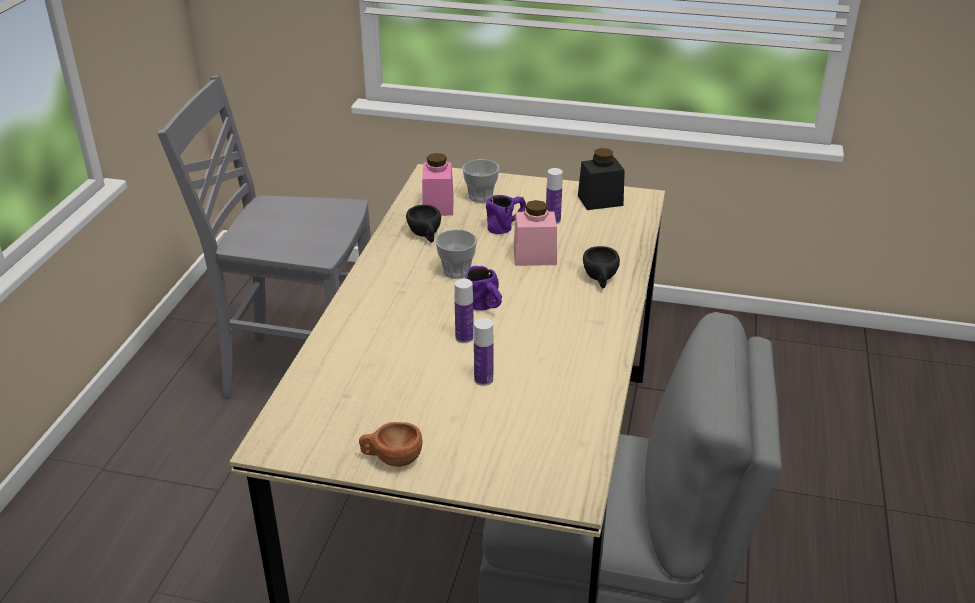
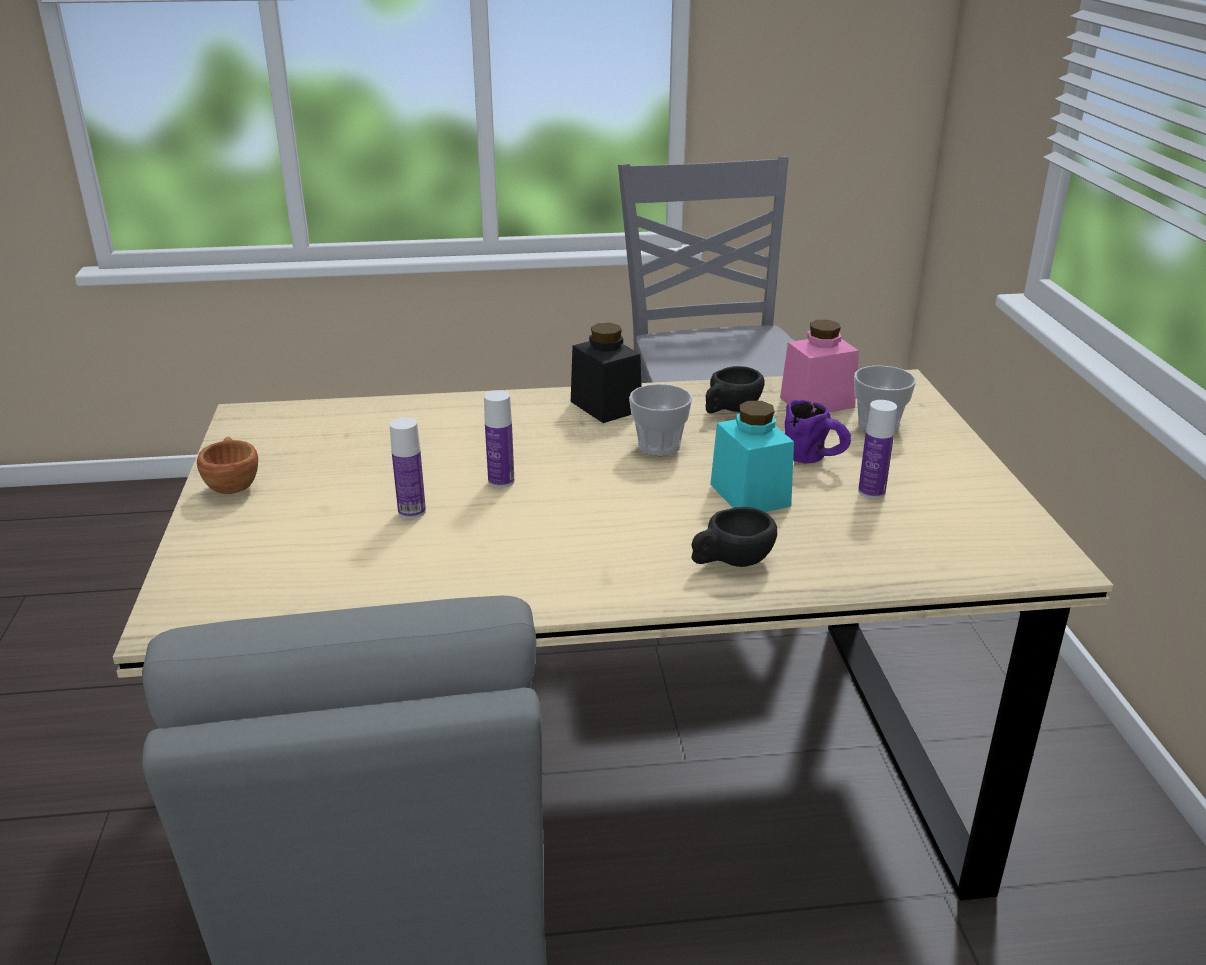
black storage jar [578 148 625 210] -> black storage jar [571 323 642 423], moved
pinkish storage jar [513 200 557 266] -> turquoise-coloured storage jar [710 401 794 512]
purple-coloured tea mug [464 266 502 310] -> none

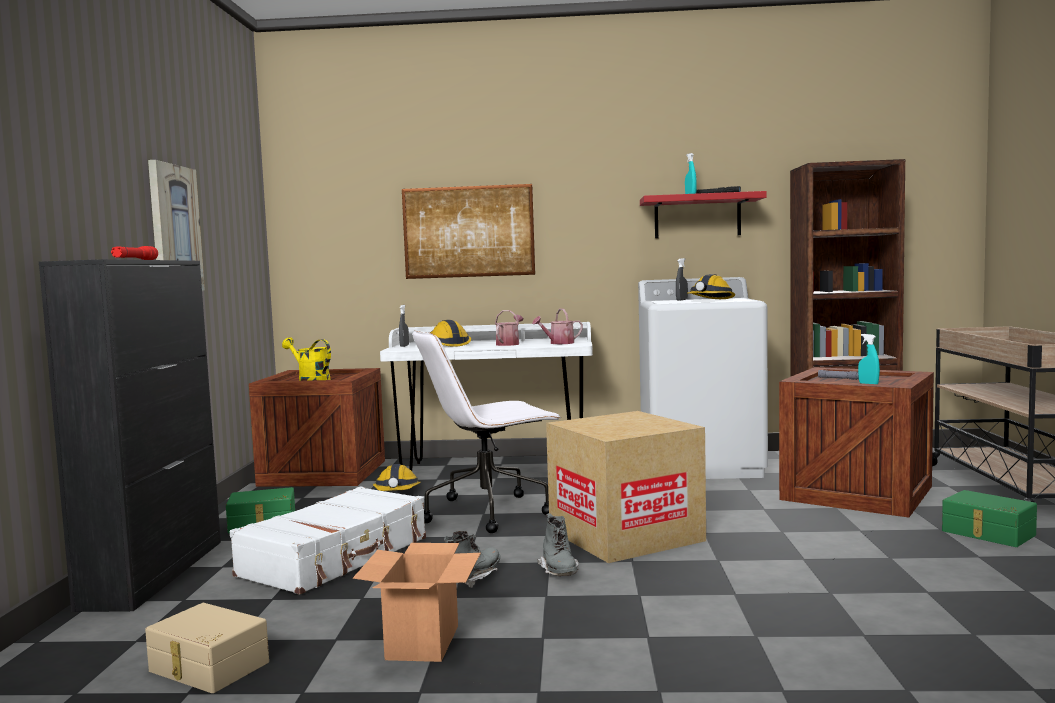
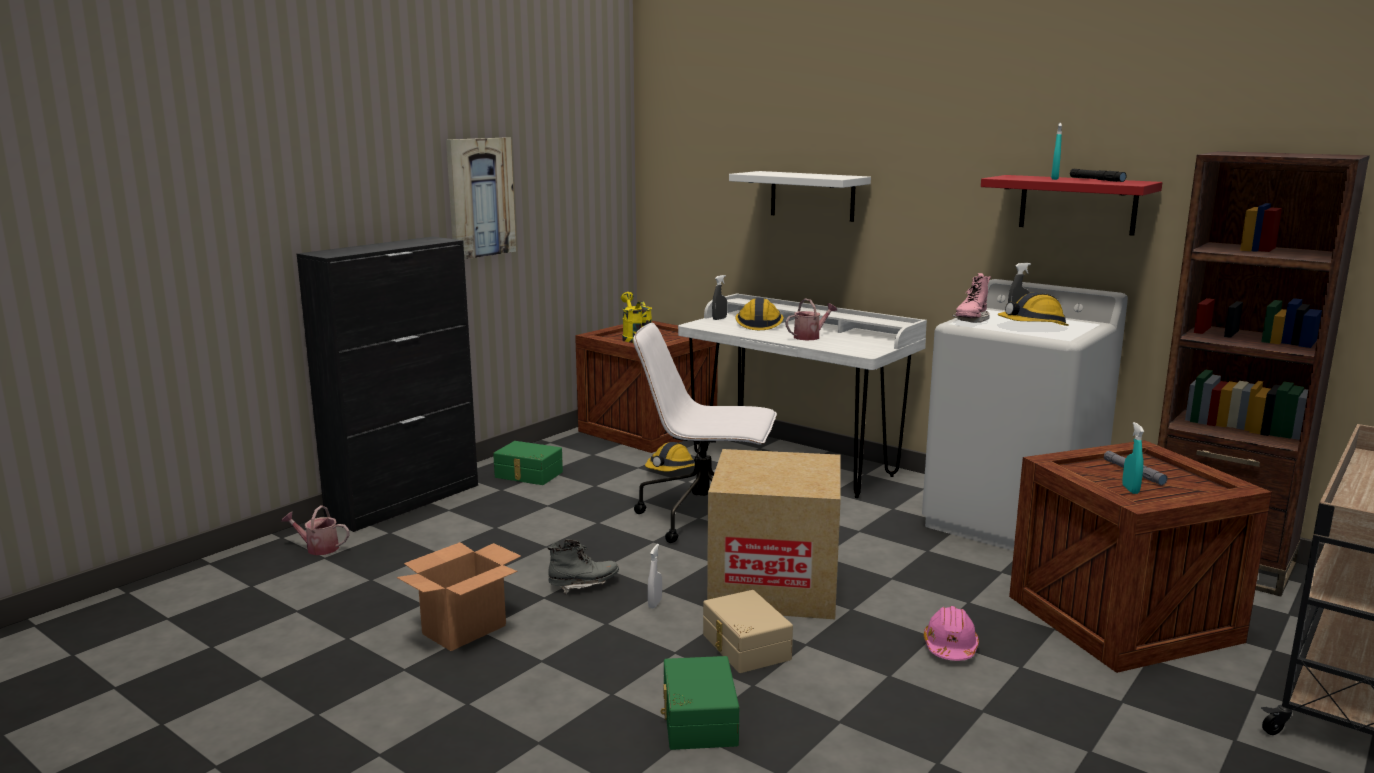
picture [402 184 535 279] -> whitish bracket shelf [729 171 871 222]
red flashlight [111 246 158 260] -> none
watering pot [532 308 583 344] -> watering pot [281 505 349 555], moved
whitish suitcase [230 486 426 595] -> none
greenish storage container [942 490 1037 547] -> greenish storage container [660 656 739 750], moved
grey tall boot [537 513 579 576] -> whitish hand sprayer [648 544 662 608]
sand-coloured storage container [145 603 269 693] -> sand-coloured storage container [703 590 793 673], moved
none -> pinkish tall boot [953 273 991 323]
none -> pinkish work helmet [924 606 979 661]

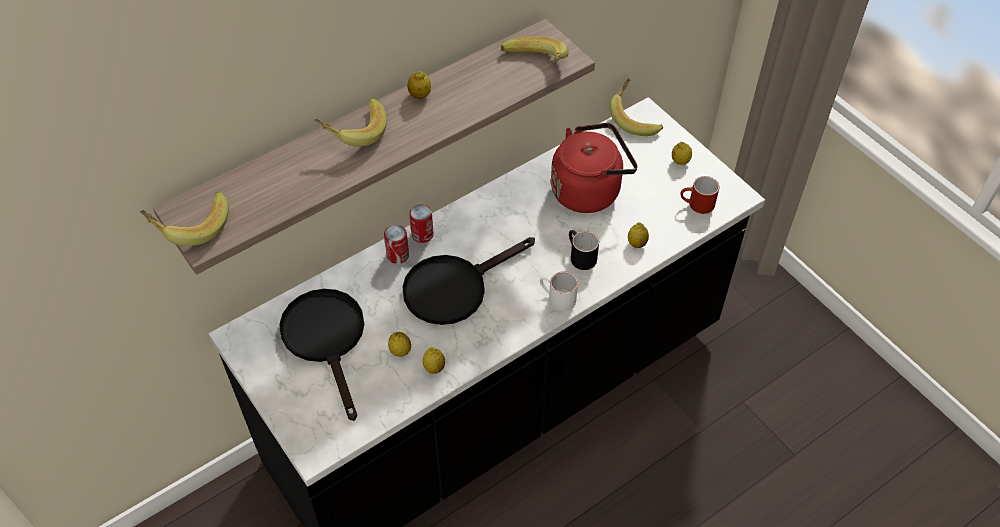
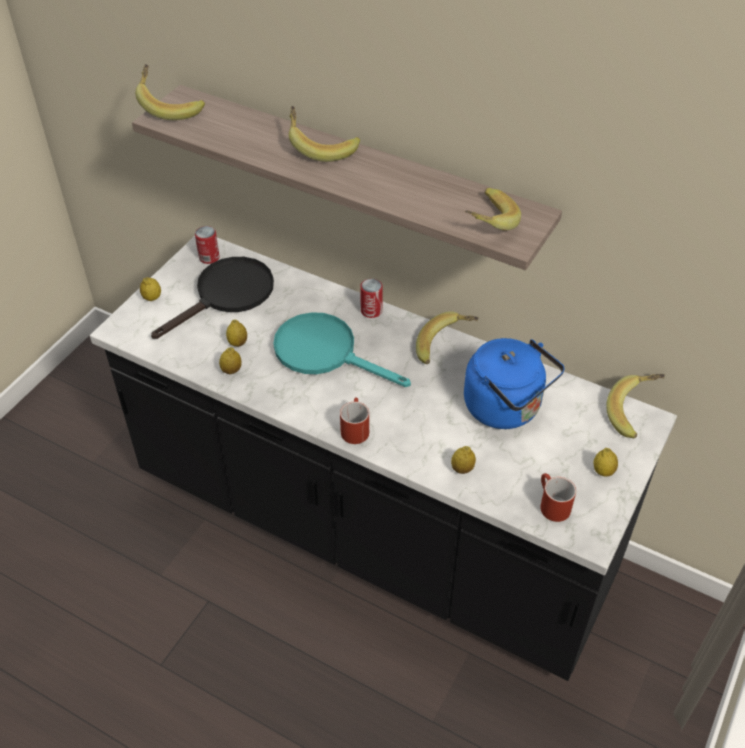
lemon [407 71 431 99] -> lemon [140 277 161 301], moved
red kettle [551 123 638 213] -> blue kettle [464 338 565 429]
can [384 225 409 264] -> can [195 226 220 264], moved
black tea mug [569 230 599 270] -> none
black skillet [402 237 535 325] -> turquoise-coloured skillet [273 312 411 387]
whitish tea mug [540 272 578 311] -> red tea mug [340 397 369 444]
none -> banana fruit [416 311 479 364]

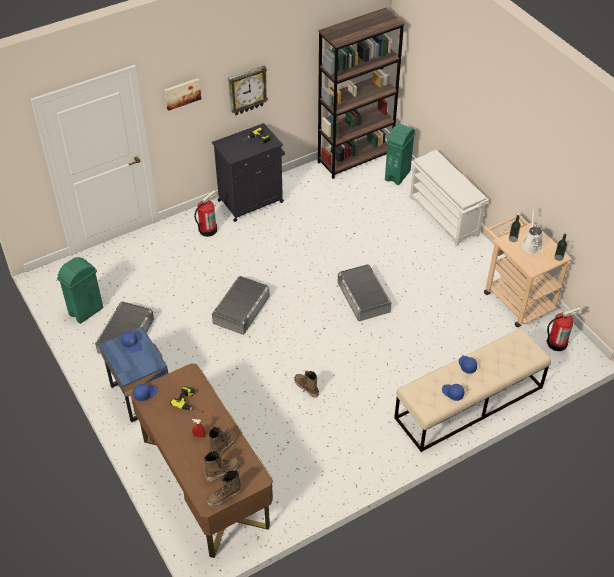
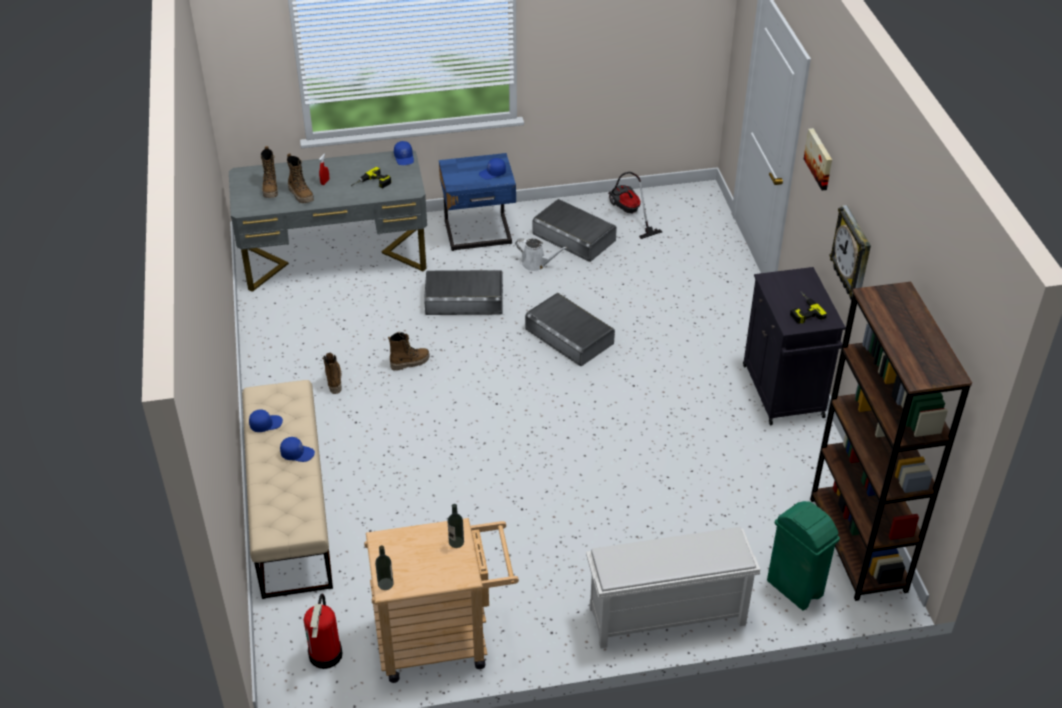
extinguisher [194 190 218 237] -> none
whitish watering pot [522 207 542 254] -> whitish watering pot [515 238 568 272], moved
greenish waste bin [57 257 103 324] -> vacuum cleaner [608 172 662 239]
grey storage container [338 264 391 321] -> grey storage container [424 270 503 315], moved
brownish desk [130 363 273 558] -> grey desk [229 150 427 292]
tall boot [207 469 241 507] -> tall boot [322 353 342 394], moved

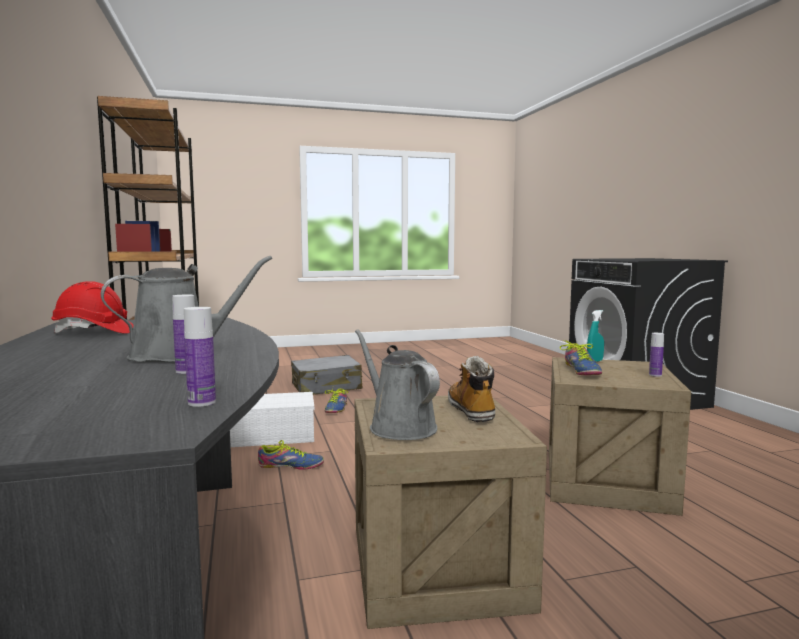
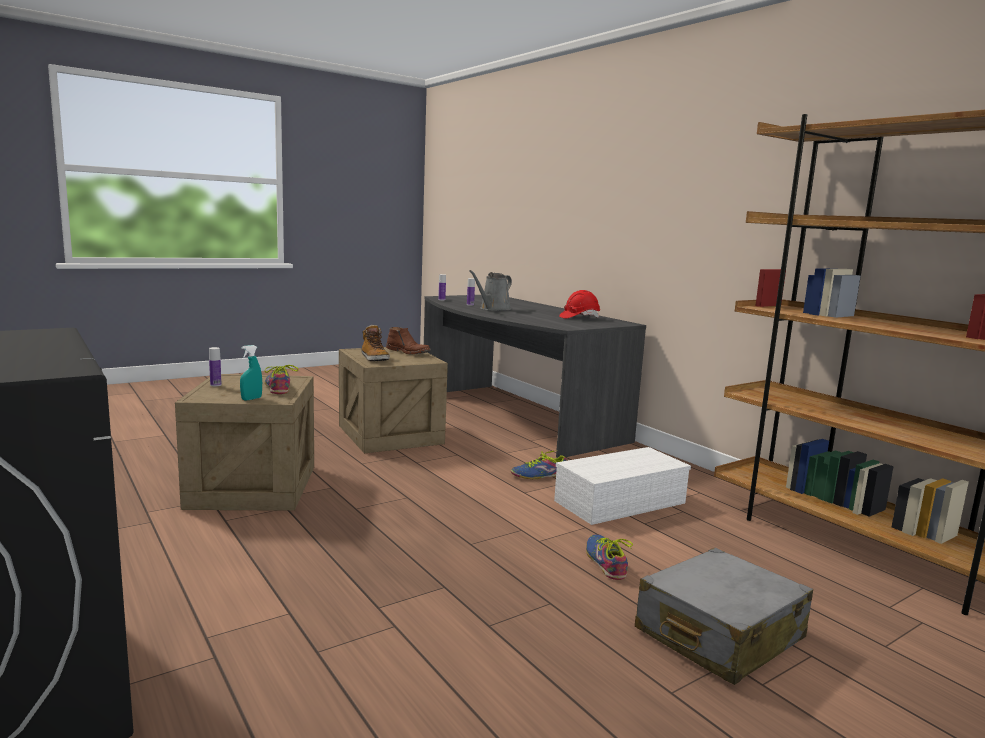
grey watering pot [355 329 440 440] -> brownish tall boot [386 327 431 354]

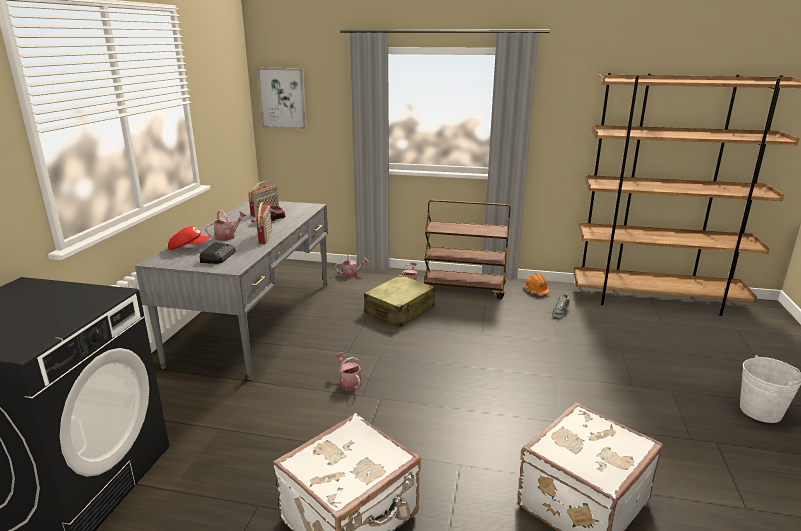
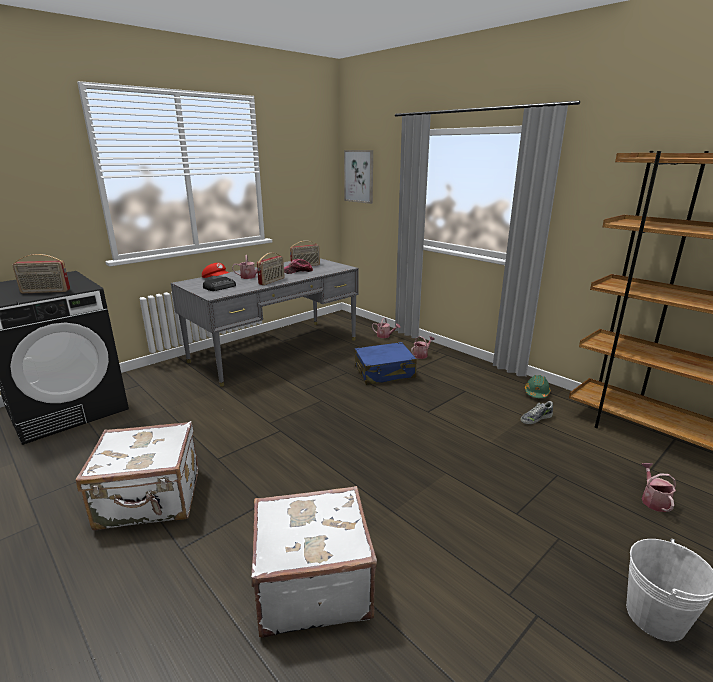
brownish trolley [424 200 510 300] -> none
orangey work helmet [525 274 550 295] -> greenish work helmet [525 375 551 398]
sand-coloured suitcase [364 275 435 327] -> blue suitcase [355 342 417 385]
watering pot [335 352 361 391] -> watering pot [641 463 676 512], moved
none -> radio receiver [12 254 70 293]

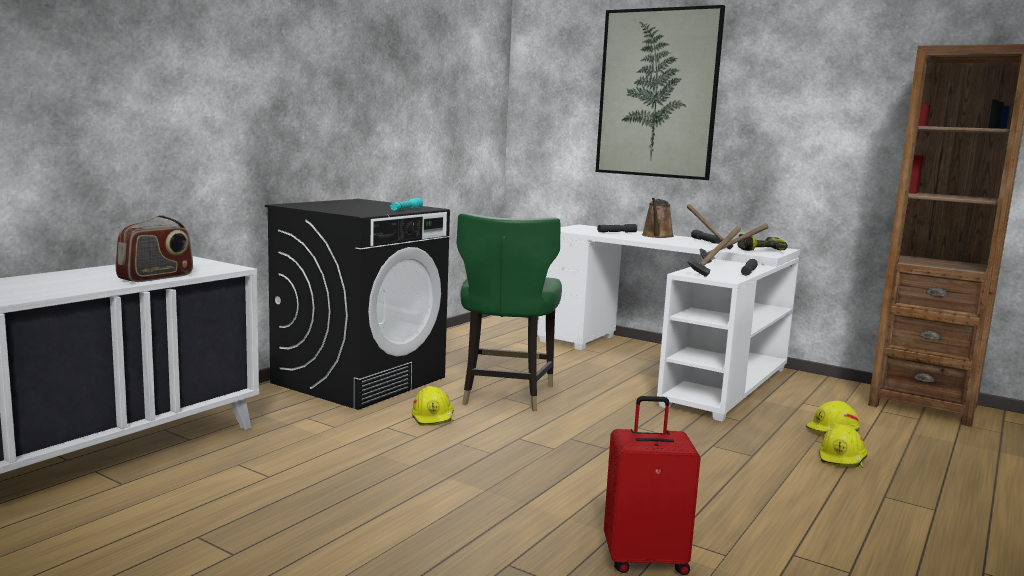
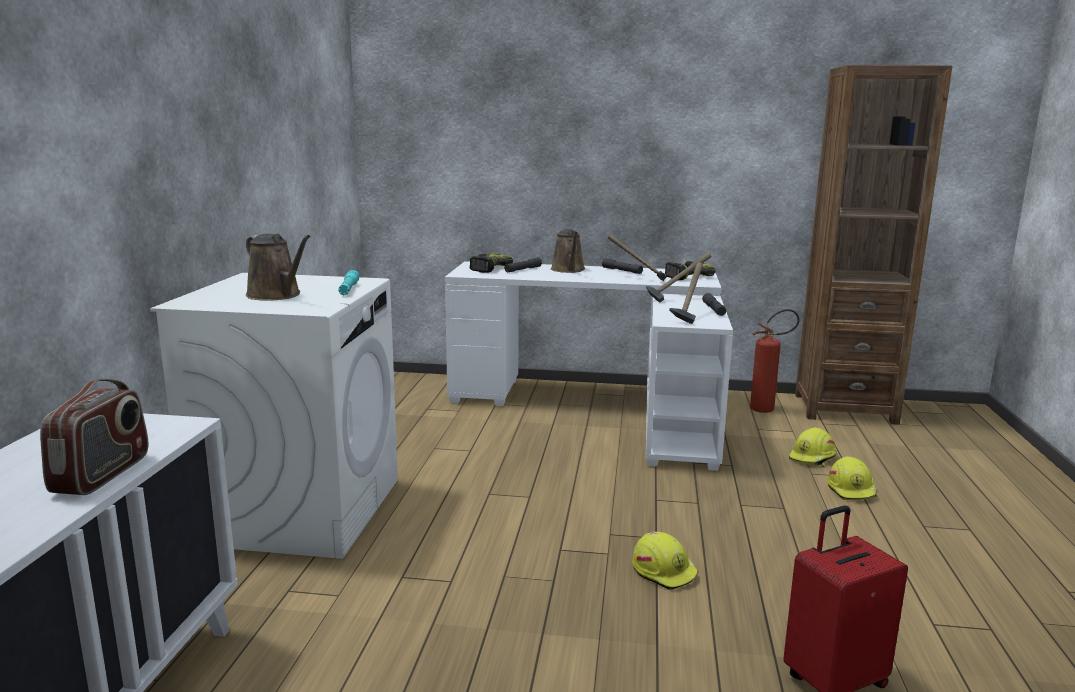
picture [596 5 725 180] -> none
black washing machine [265 199 450 410] -> whitish washing machine [150 273 398 559]
greenish plain chair [456 213 562 411] -> none
yellowish work helmet [412 386 454 426] -> yellowish work helmet [632 532 698 590], moved
none -> brownish watering pot [246 234 311 301]
none -> drill [469 253 513 273]
none -> extinguisher [750 309 800 413]

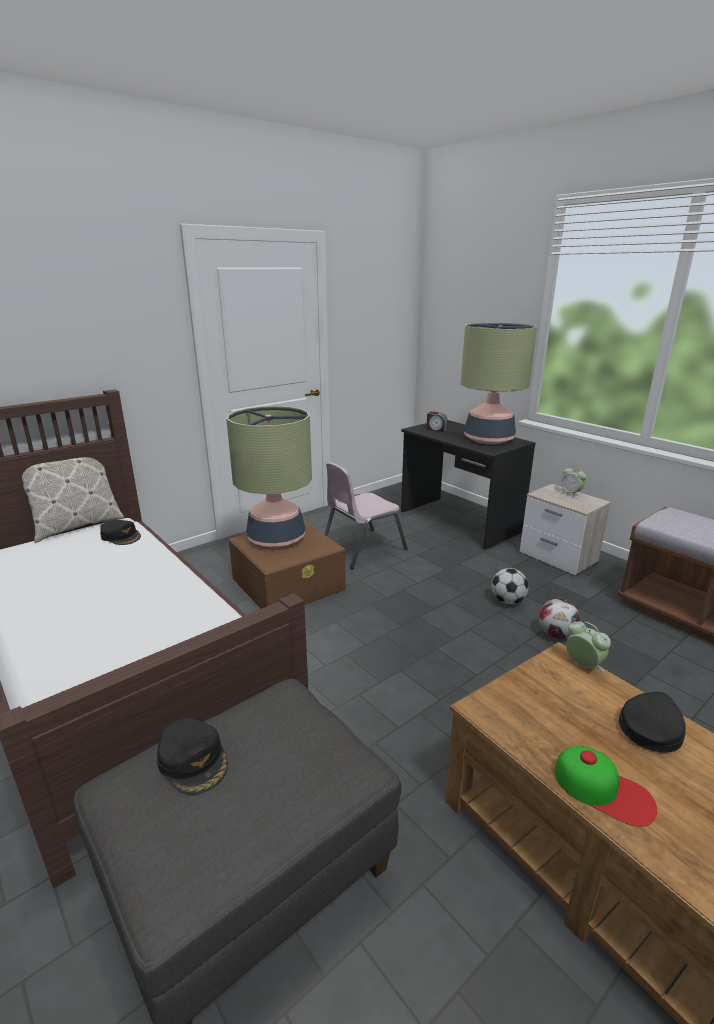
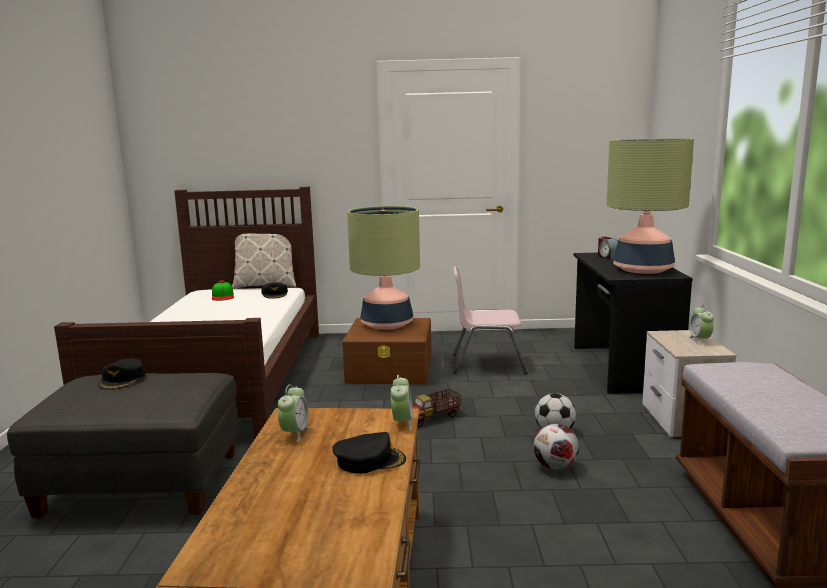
peaked cap [554 746 657 827] -> peaked cap [212 281 234 301], moved
none -> alarm clock [278 384 310 442]
none -> model truck [412 388 462 427]

